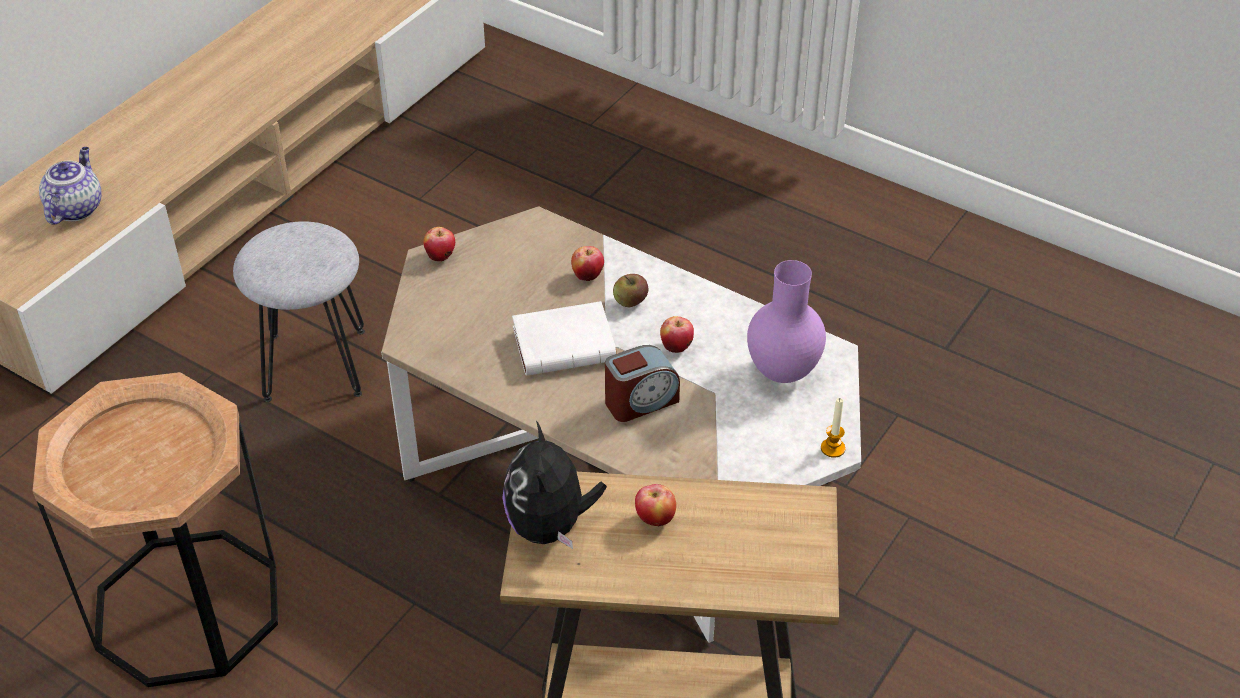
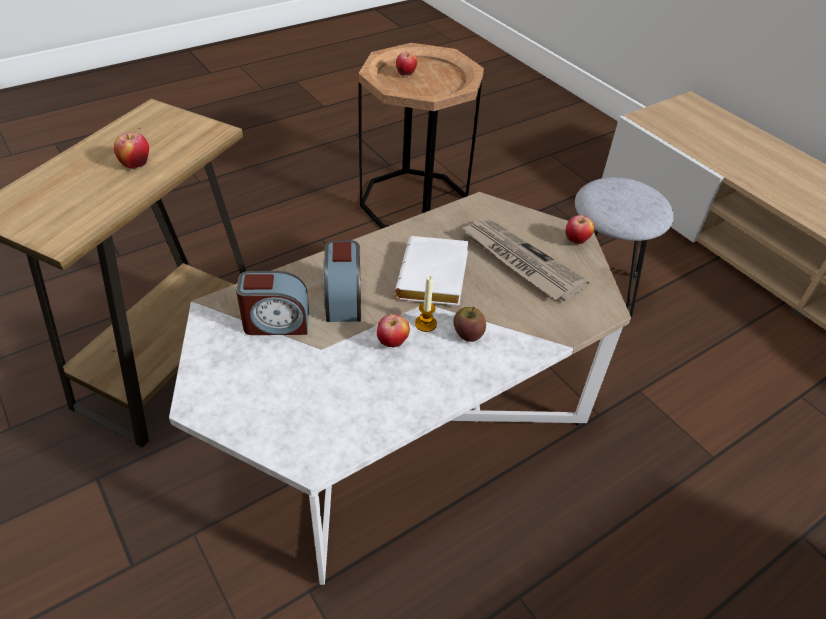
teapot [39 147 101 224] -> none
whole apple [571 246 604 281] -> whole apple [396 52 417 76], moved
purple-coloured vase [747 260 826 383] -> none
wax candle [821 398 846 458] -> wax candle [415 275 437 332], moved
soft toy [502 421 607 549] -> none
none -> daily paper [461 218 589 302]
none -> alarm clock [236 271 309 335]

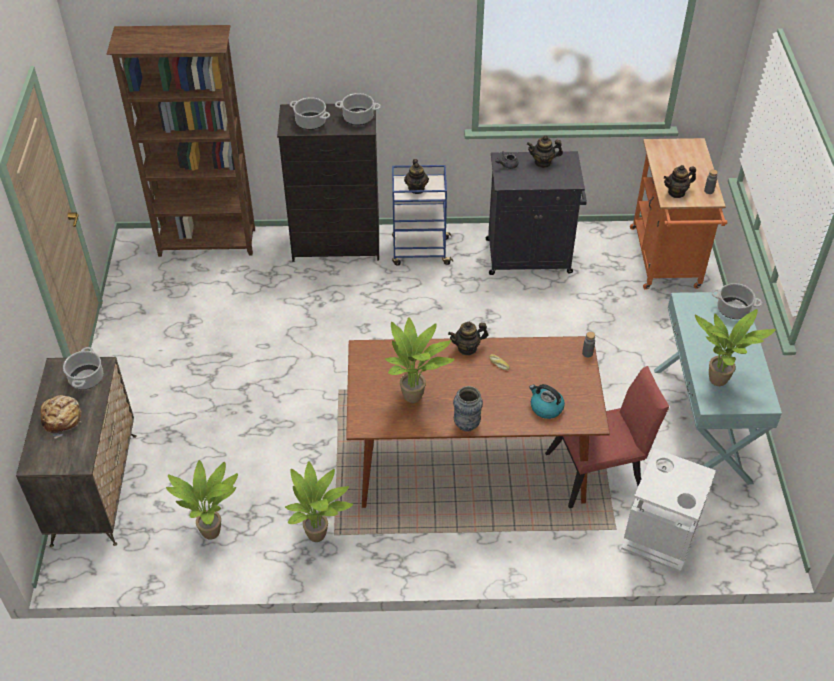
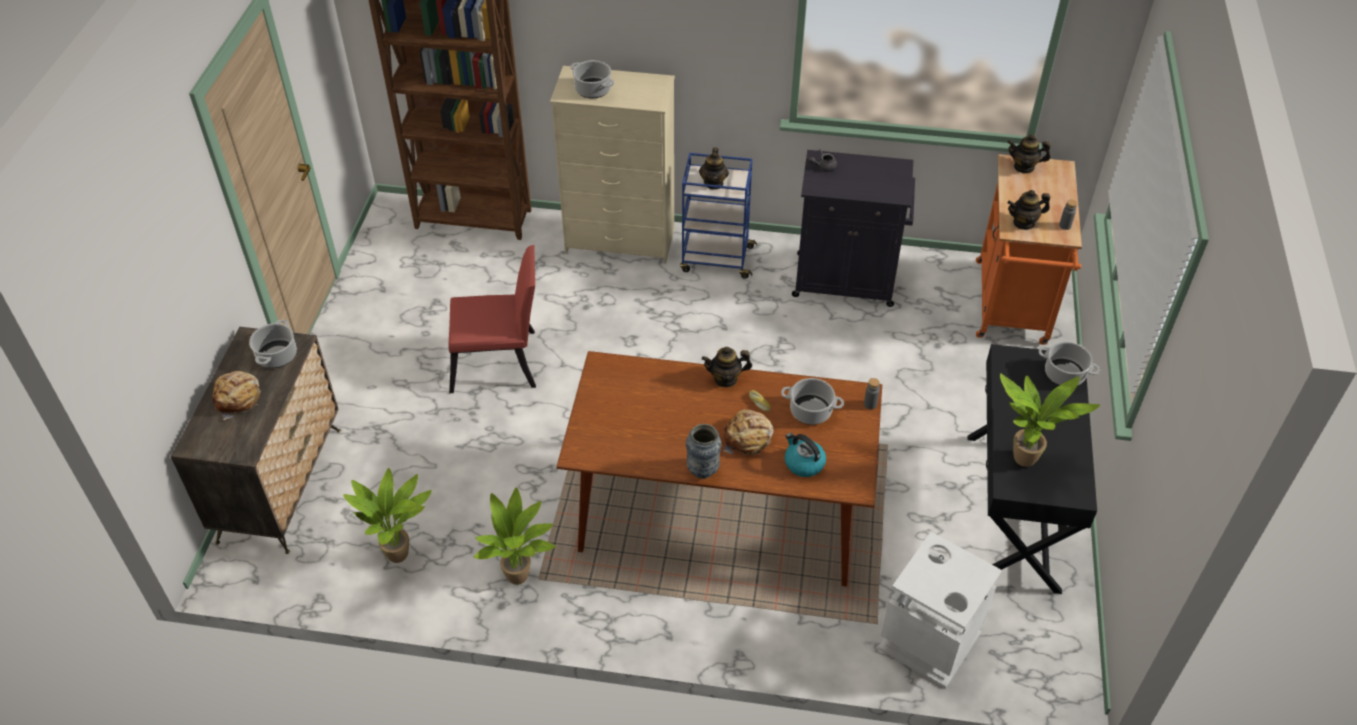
cooking pot [335 93 381 125] -> cooking pot [781 378 844 425], moved
black dresser [277 104 379 262] -> sand-coloured dresser [550 66 675 264]
teapot [527 136 563 168] -> teapot [1007 134 1051 174], moved
turquoise-coloured narrow table [654 292 782 484] -> black narrow table [967 344 1097 594]
potted plant [385 317 455 403] -> none
red plain chair [545 366 670 508] -> red plain chair [448 245 536 393], moved
none -> bakery bread [723 409 774 455]

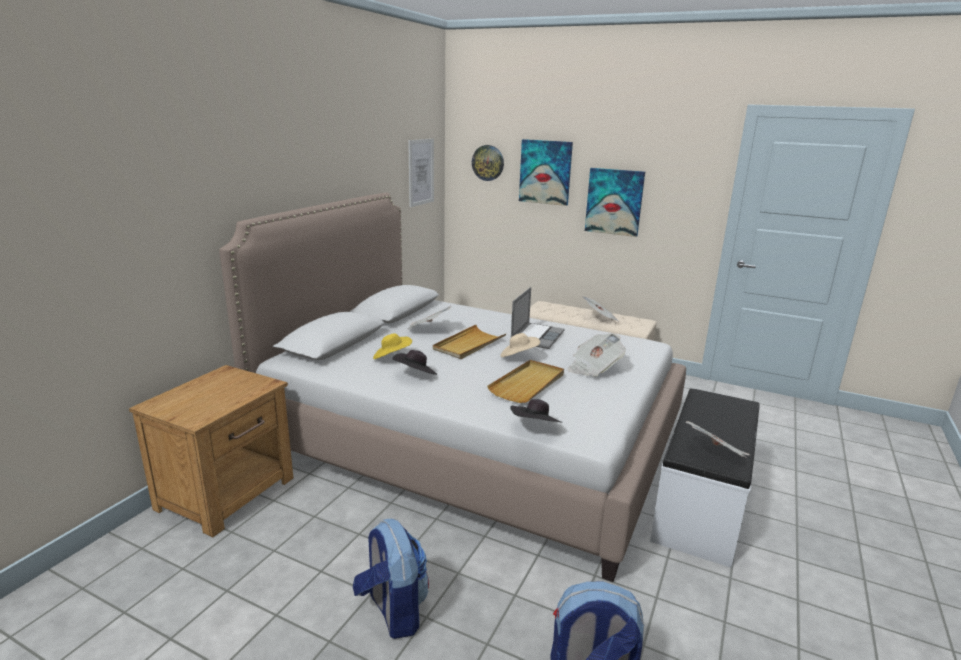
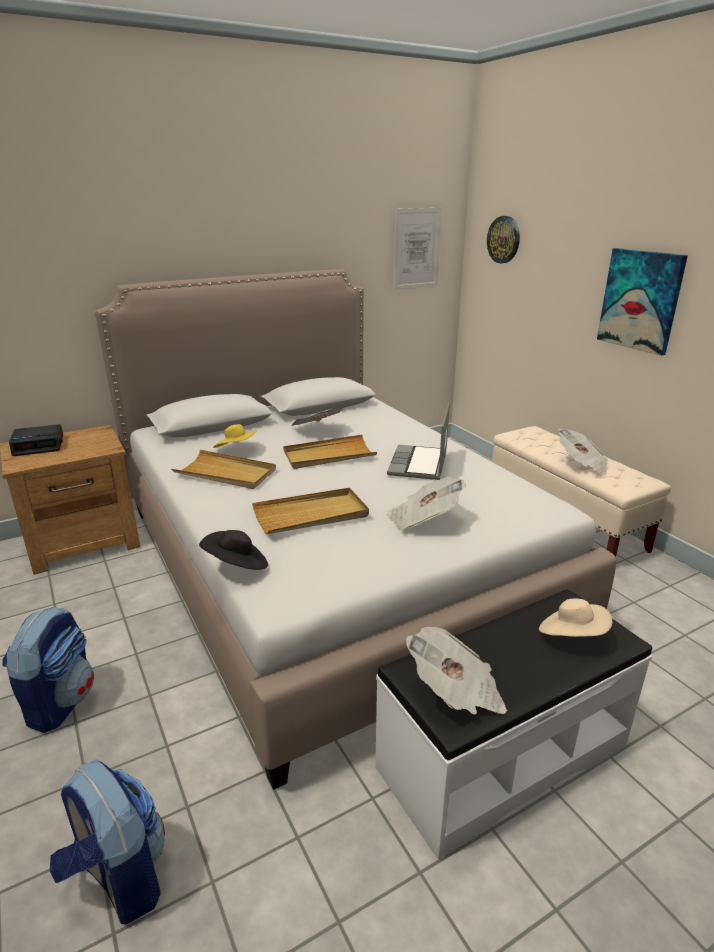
picture [519 139 573 206] -> none
portable computer [511 287 565 349] -> portable computer [387 403 450 480], 135 degrees clockwise
sand-coloured wearable hat [501 333 540 357] -> sand-coloured wearable hat [539 599 612 637], moved
black wearable hat [392 350 437 375] -> sand-coloured carrying tray [172 450 276 489]
none -> alarm clock [9 424 63 456]

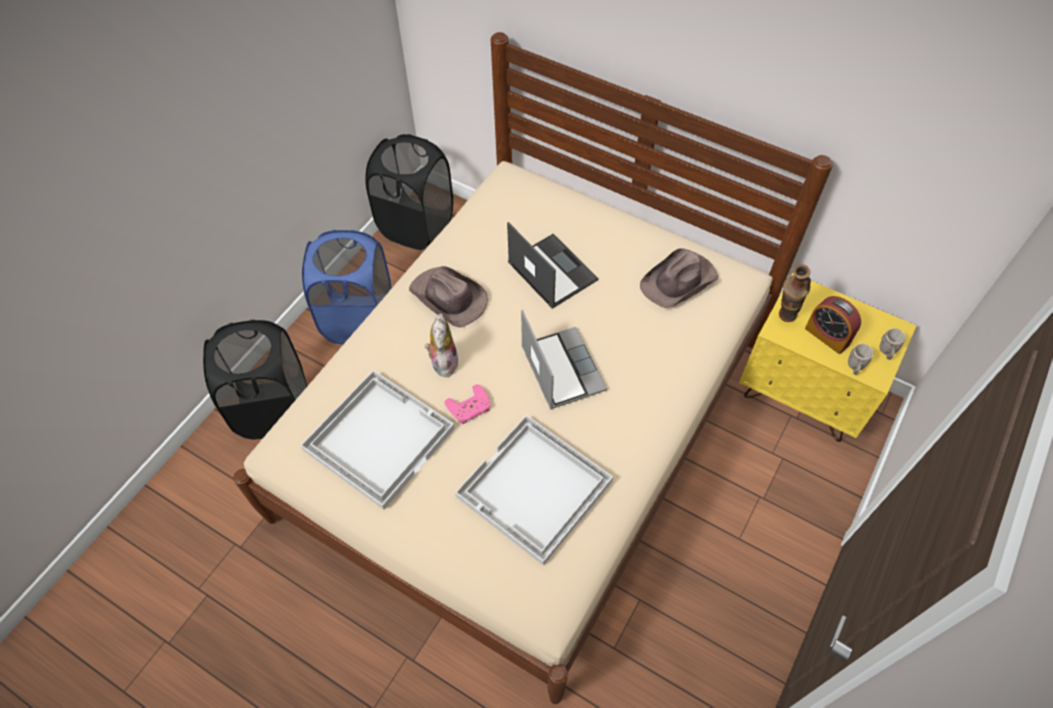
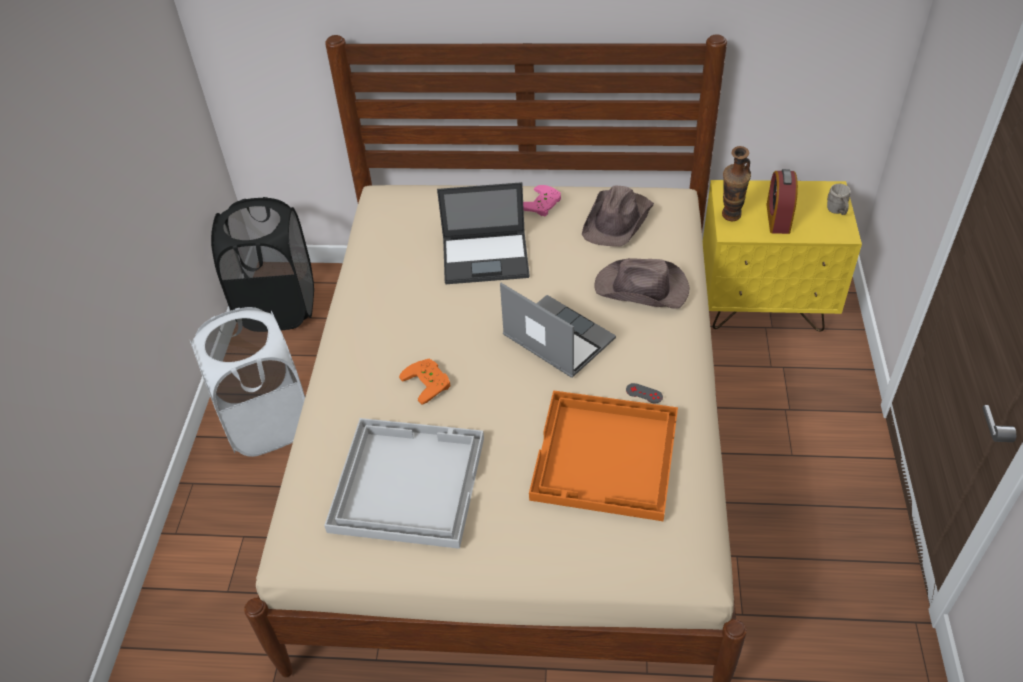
portable computer [507 222 599 309] -> portable computer [437 182 530 284], 150 degrees clockwise
blue hamper [302 230 392 344] -> whitish hamper [190 307 305 457]
brownish wearable hat [409 266 488 328] -> brownish wearable hat [595 258 689 309], moved
alarm clock [805 296 861 354] -> alarm clock [766 169 798 234], 75 degrees clockwise
soft toy [425 313 459 377] -> orangey gamepad [399 359 450 405]
black hamper [203 320 307 439] -> none
grey tea mug [848 343 873 375] -> none
pinkish gamepad [444 384 490 425] -> pinkish gamepad [523 185 561 216], moved
whitish carrying tray [455 415 613 566] -> orangey carrying tray [529 390 678 522]
none -> grey gamepad [626 383 663 403]

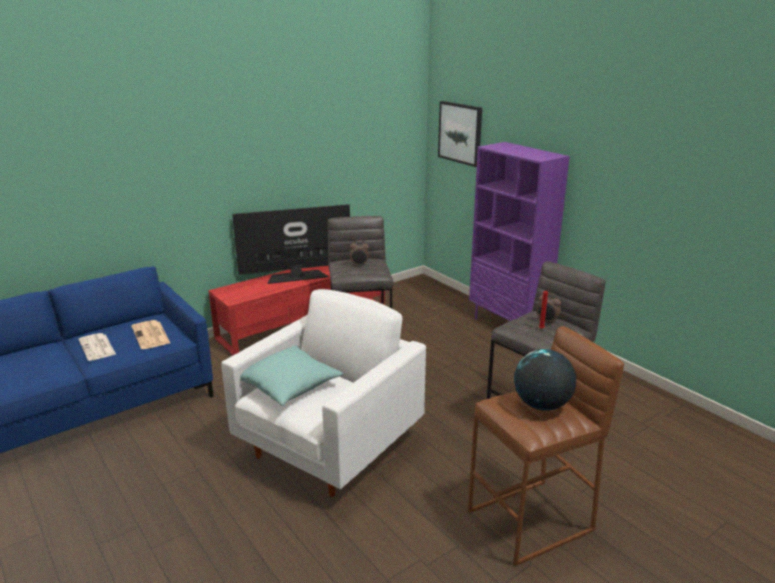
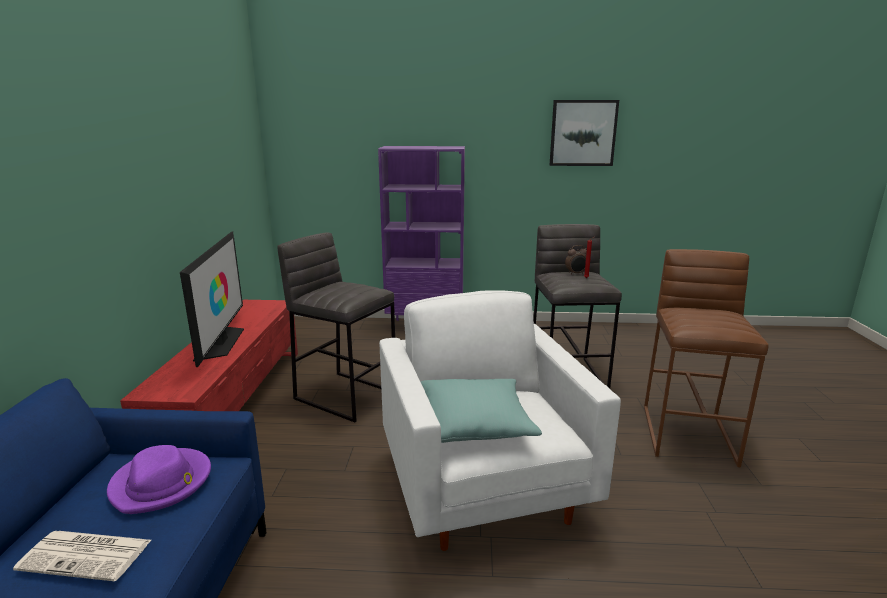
picture [438 101 482 167] -> picture [550 100 619 166], moved
TV set [232 204 350 284] -> TV set [180 231 244 367], 150 degrees clockwise
alarm clock [350 240 369 266] -> none
daily paper [131 320 170 349] -> purple-coloured wearable hat [107 445 211 514]
globe [514 349 577 411] -> none

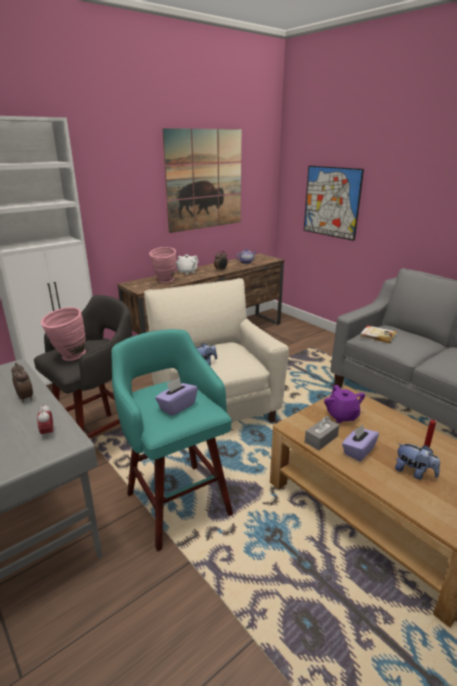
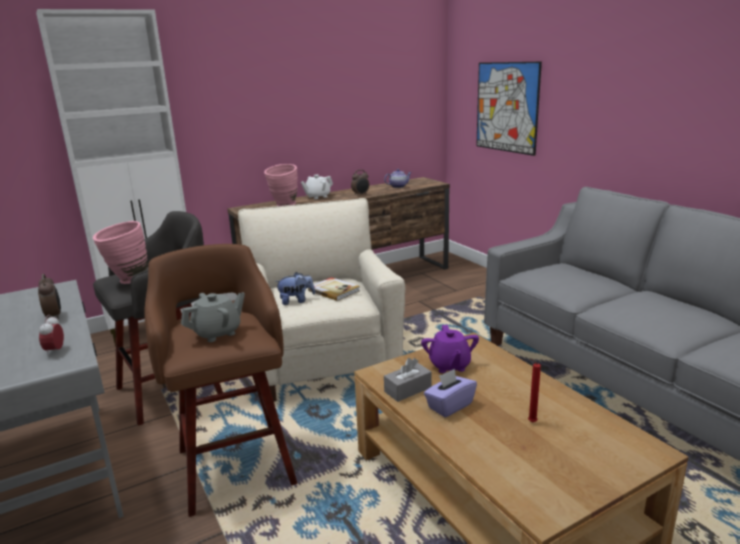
picture [162 128 242 233] -> none
volume [360 325 396 343] -> volume [308 277 360 301], moved
turquoise-coloured sitting stool [111 329 233 551] -> brownish sitting stool [144 244 297 517]
purple-coloured tissue box [155 377 198 416] -> grey teapot [181 292 245 342]
soft toy [395 443 440 480] -> none

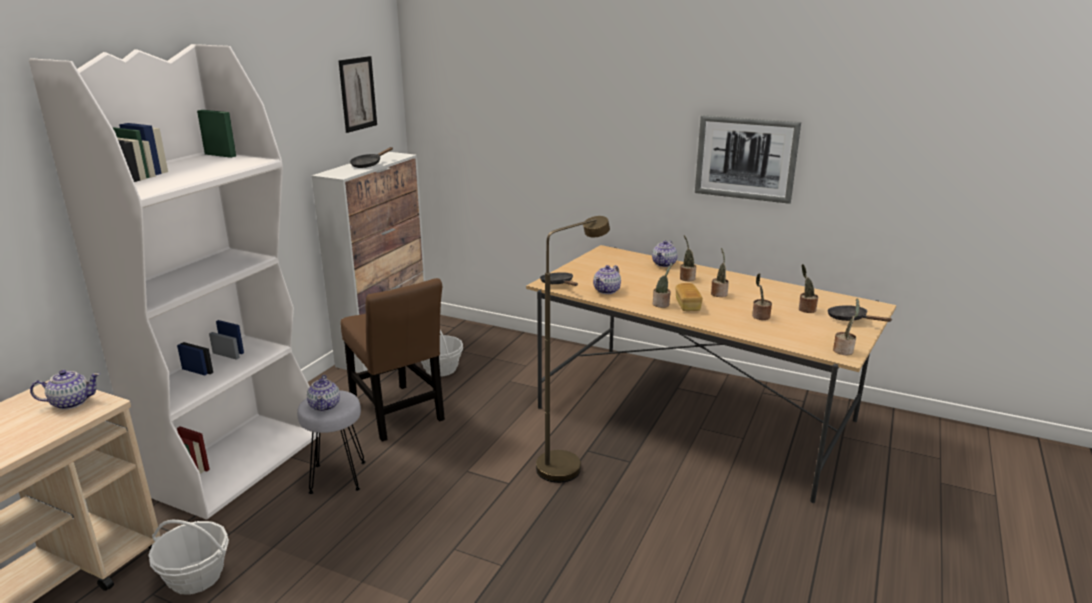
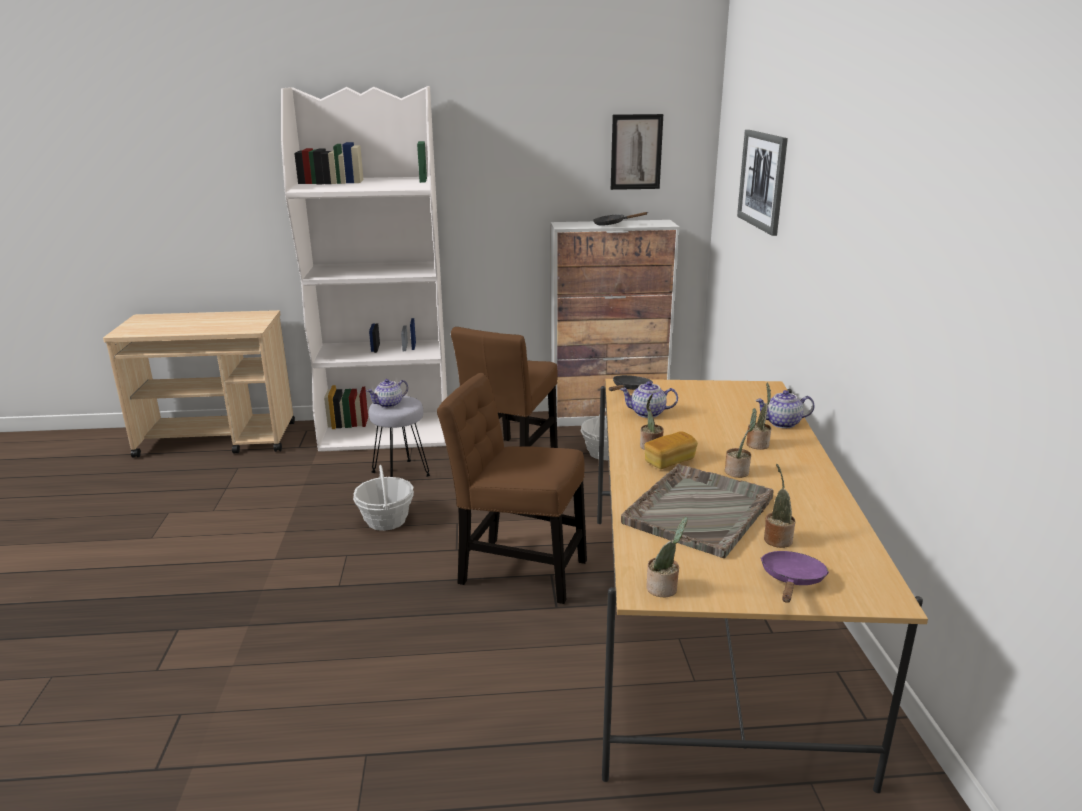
picture [695 115 801 204] -> picture [737 130 788 236], moved
brownish floor lamp [536 216 610 483] -> brownish plain chair [437 373 587 604]
potted plant [752 273 772 320] -> grey carrying tray [621 464 774 558]
black skillet [827 305 891 322] -> purple-coloured skillet [761 551 829 603]
teapot [30 370 100 409] -> none
basket [148 520 229 594] -> basket [353 465 414 531], moved

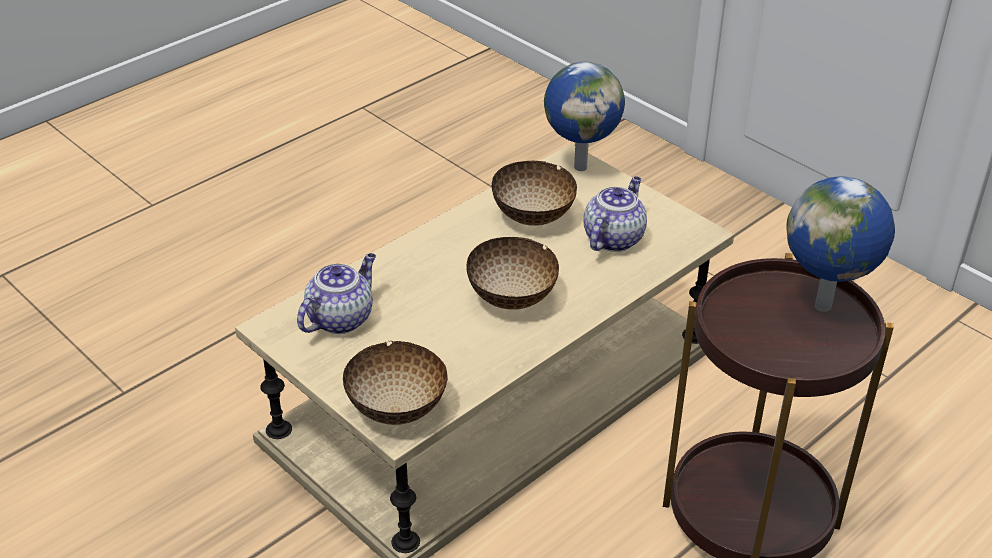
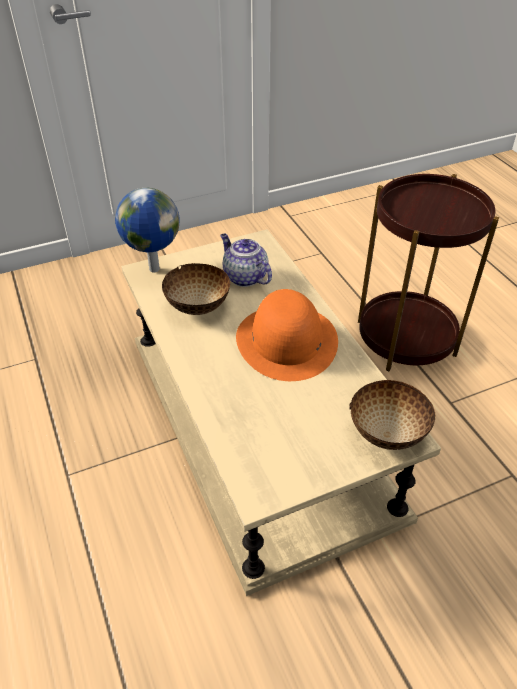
globe [786 176 895 312] -> none
bowl [467 237 559 310] -> orangey wearable hat [236 289 338 381]
teapot [297 253 376 334] -> none

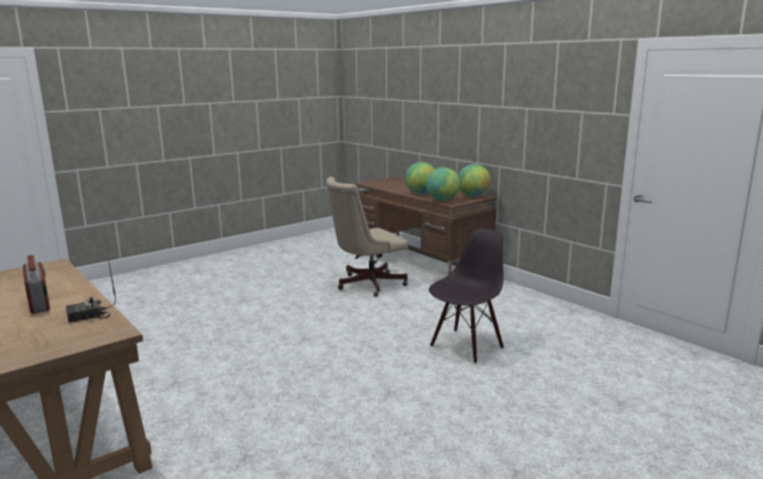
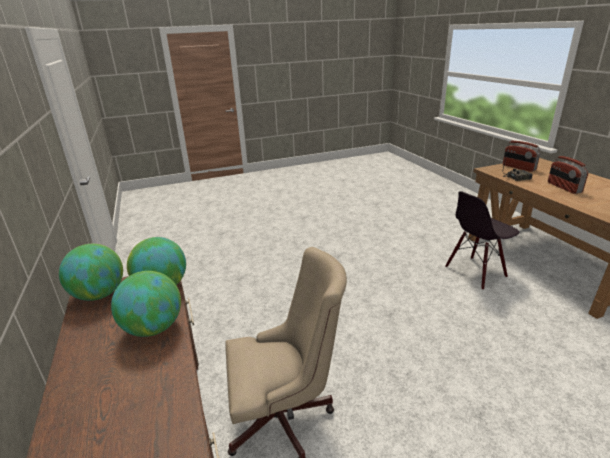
black plain chair [429 228 504 364] -> black plain chair [445 191 520 290], moved
none -> radio receiver [503 141 541 172]

